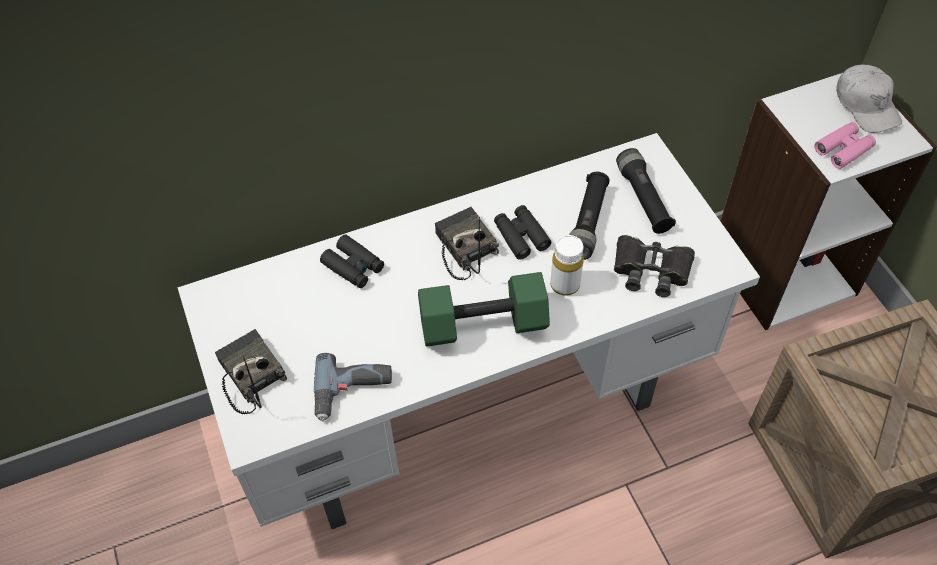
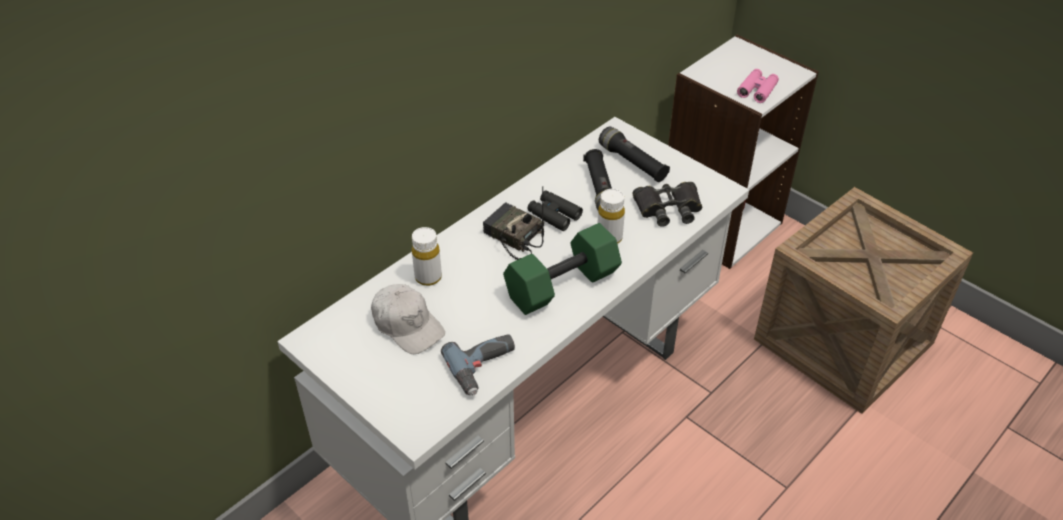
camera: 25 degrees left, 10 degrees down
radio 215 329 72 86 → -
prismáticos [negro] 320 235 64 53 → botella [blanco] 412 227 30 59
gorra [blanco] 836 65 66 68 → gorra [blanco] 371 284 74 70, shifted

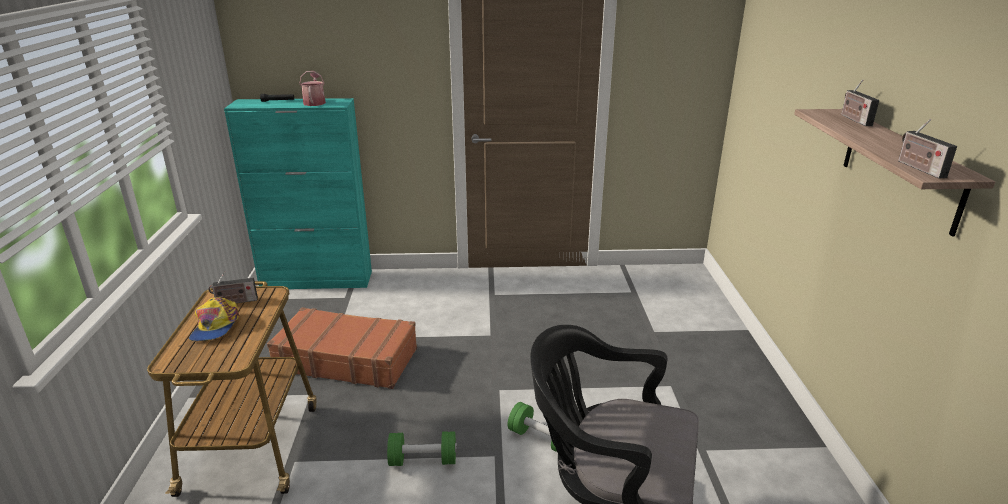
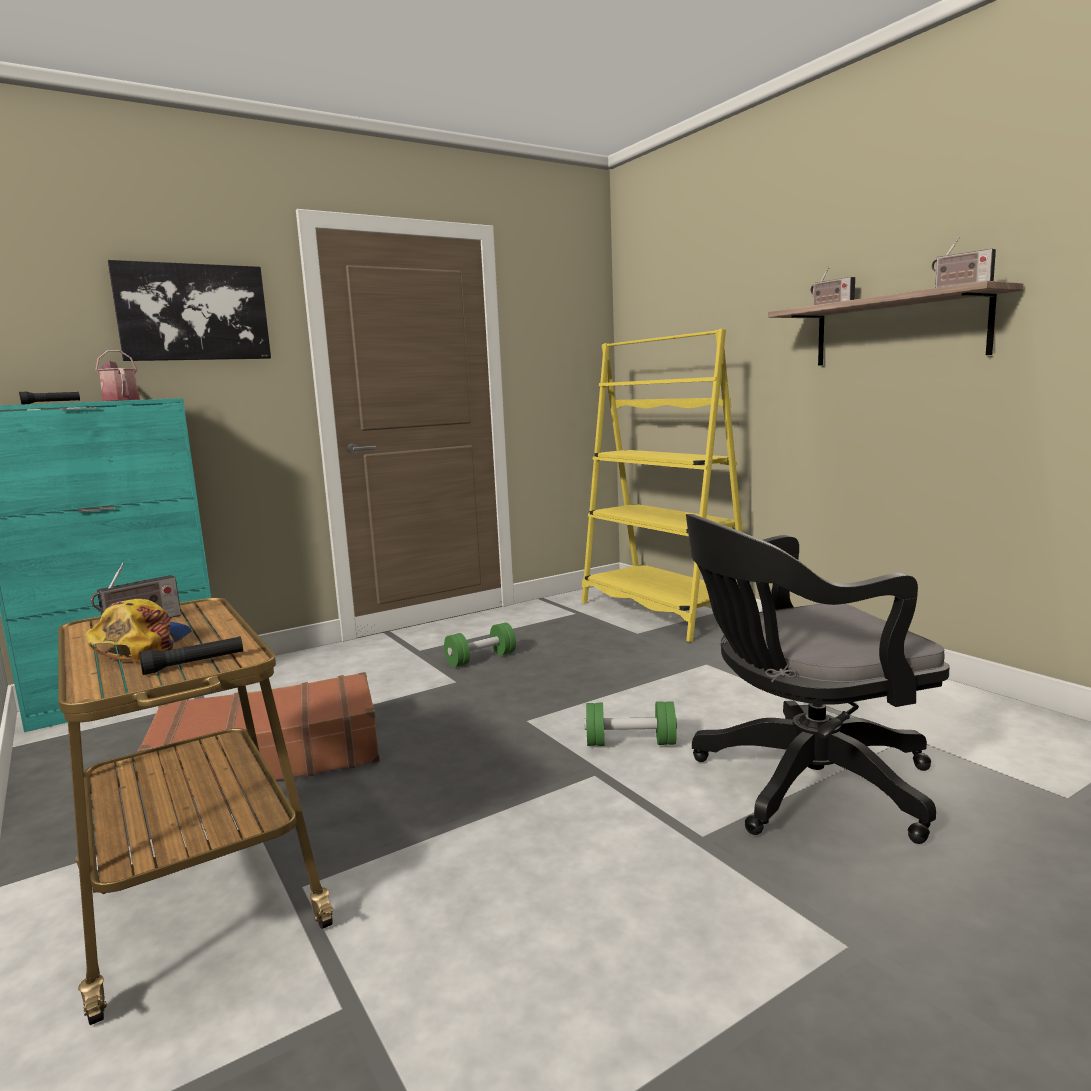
camera: 30 degrees left, 15 degrees down
gorra 189 297 50 44 → gorra 85 599 107 62, 150 degrees counterclockwise
mancuerna [verde] 387 431 70 35 → mancuerna [verde] 444 623 72 44, shifted
- → cuadro 108 260 163 101
- → linterna [negro] 139 636 104 39
- → estantería [amarillo] 582 329 161 313

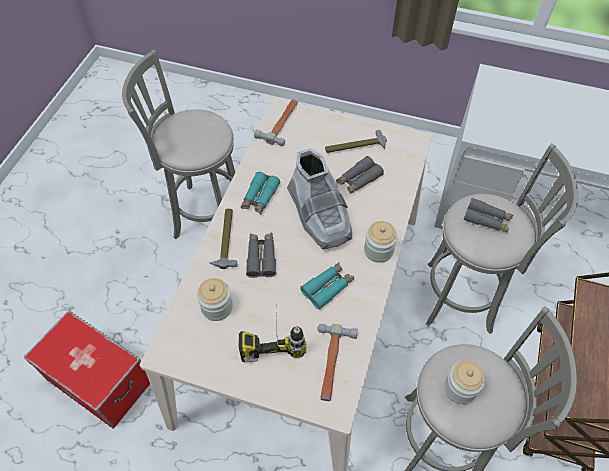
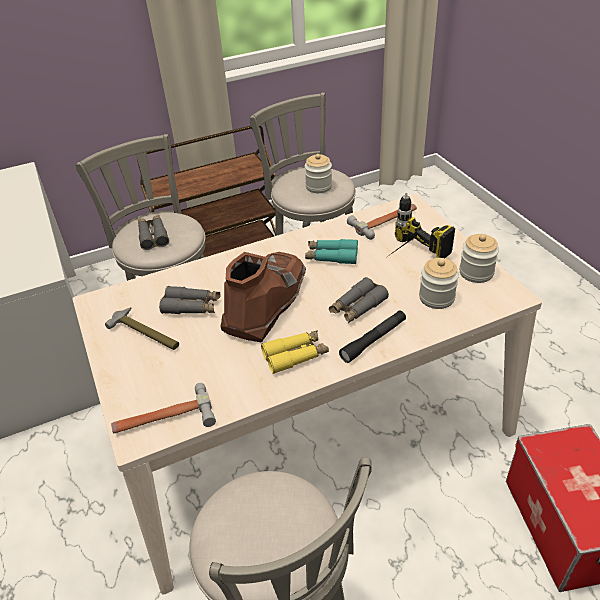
camera: 130 degrees left, 15 degrees down
martillo 210 209 27 60 → linterna [negro] 339 310 67 53
prismáticos [turquesa] 241 172 39 43 → prismáticos [amarillo] 261 330 68 44
bota [gris] 287 148 65 102 → bota [marrón] 221 252 85 91
tarro 364 221 33 42 → tarro 459 234 40 49, shifted

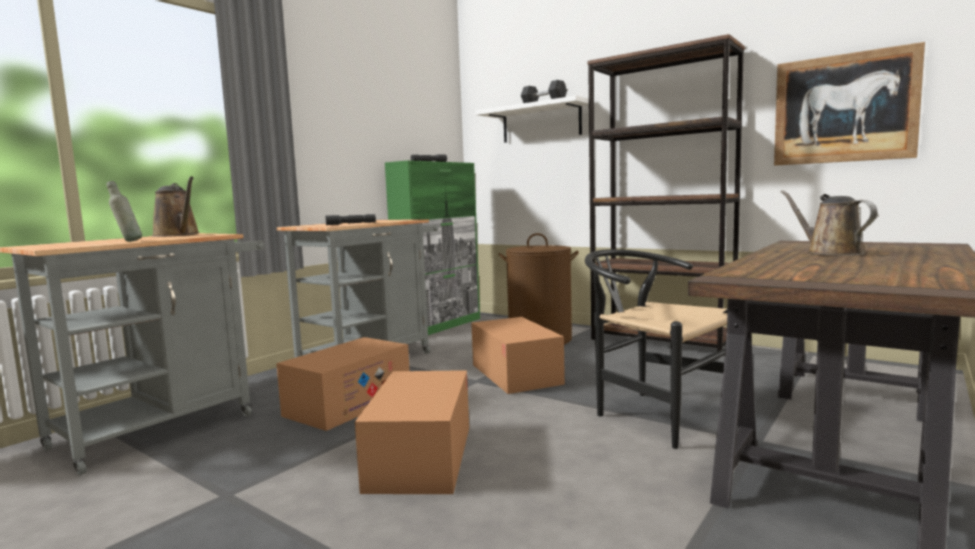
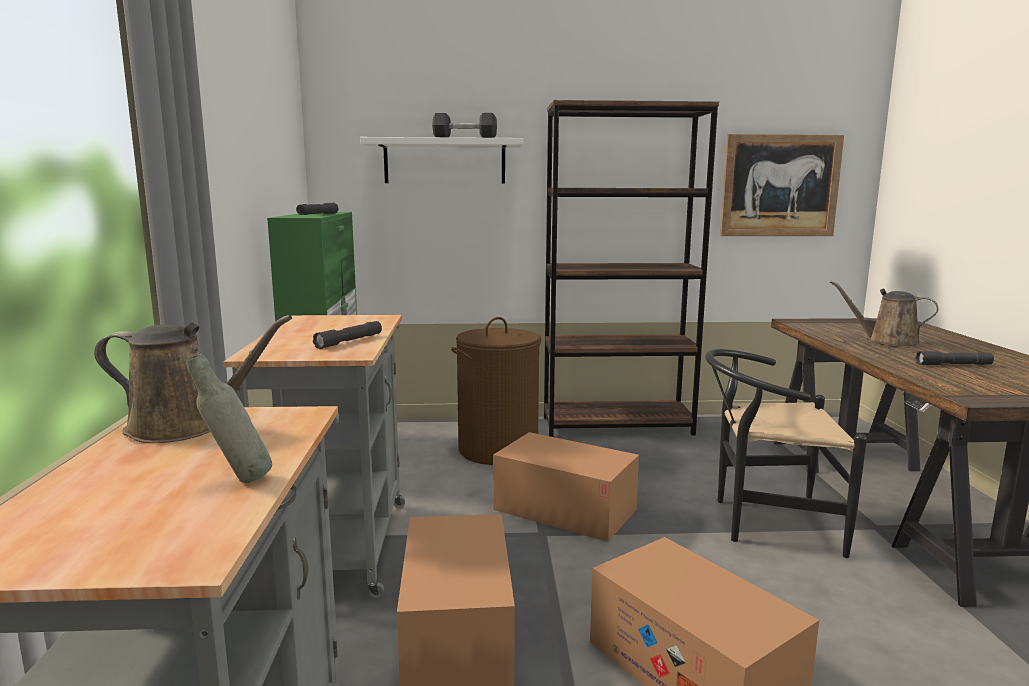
camera: 40 degrees left, 5 degrees up
- → linterna [gris] 915 351 79 14

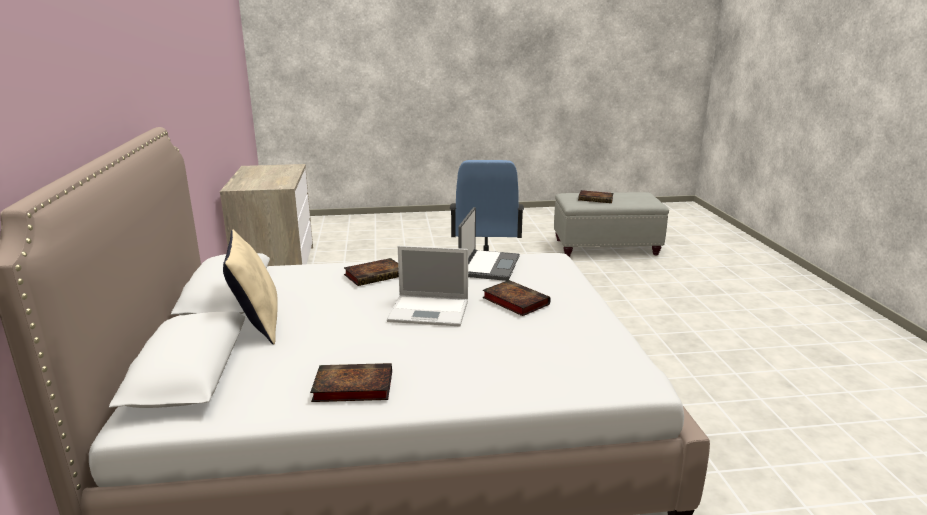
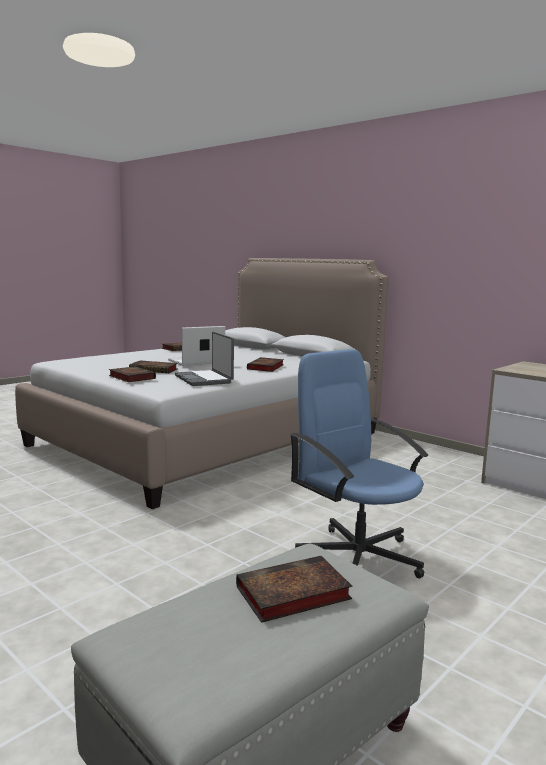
camera: 140 degrees right, 10 degrees down
cojín [beis] 223 230 55 115 → -
- → libro 109 366 47 16

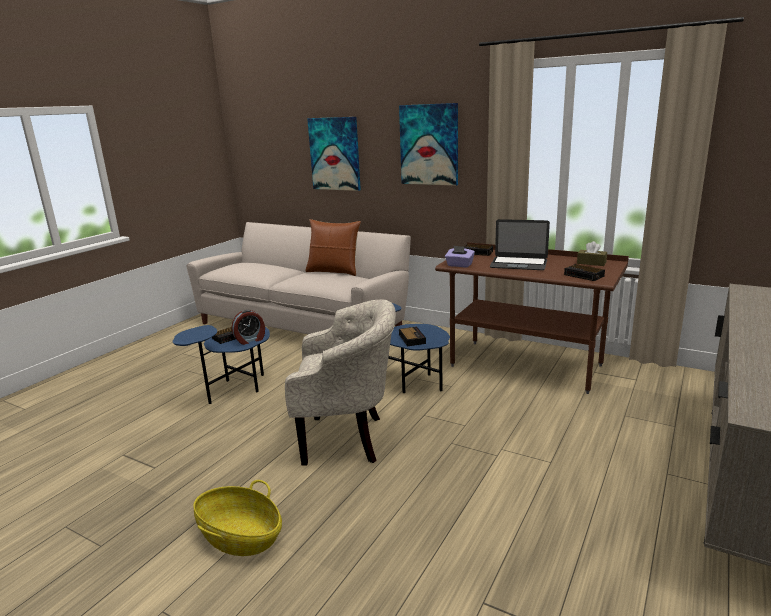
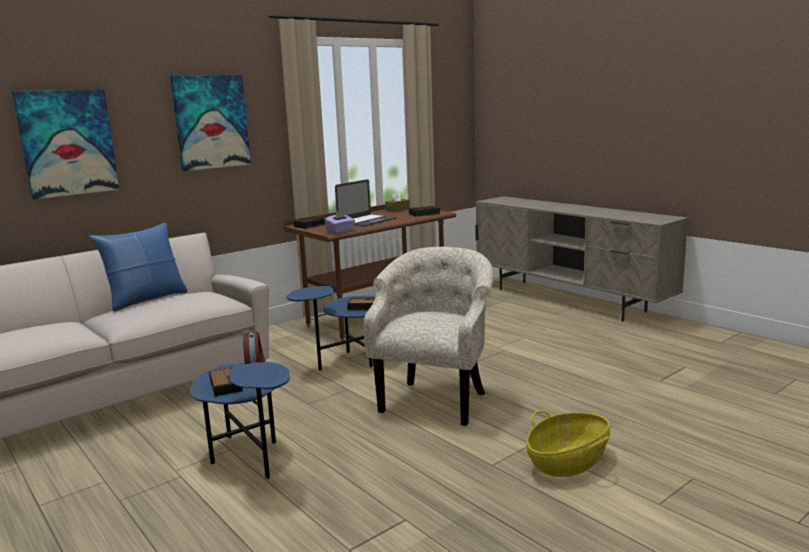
camera: 70 degrees left, 5 degrees down
cojín [marrón] 305 219 56 57 → cojín [azul] 89 222 99 90

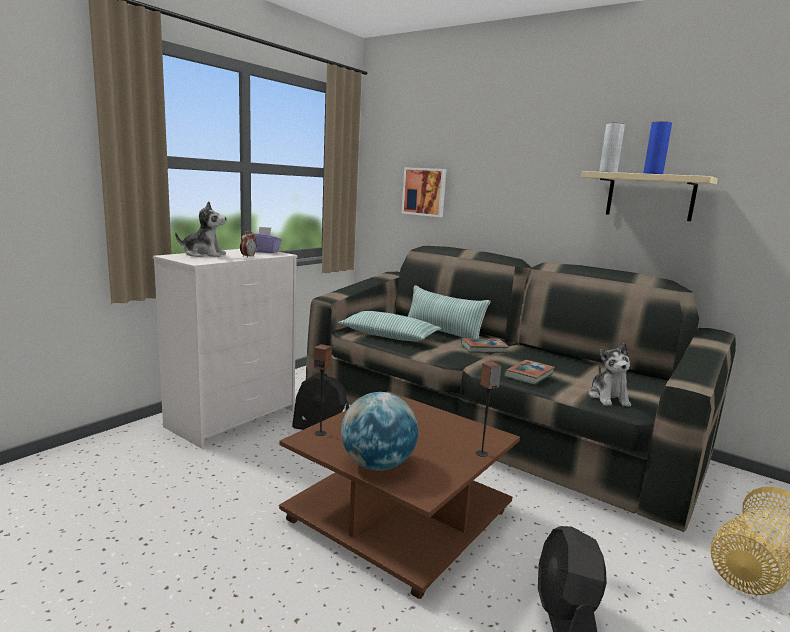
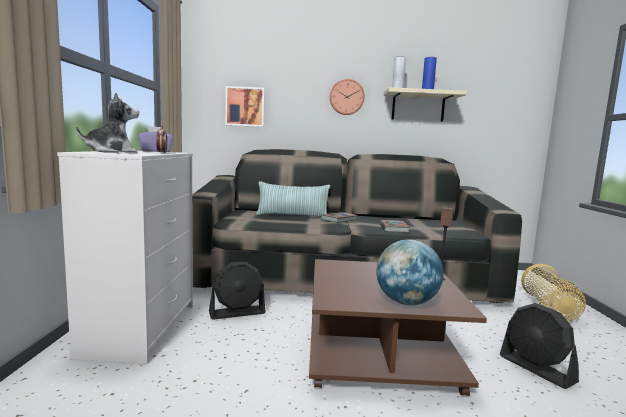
camera: 35 degrees left, 5 degrees down
altavoz 314 344 18 92 → -
cojín 338 311 103 30 → -
peluche 589 343 42 64 → -
- → reloj de pared 330 79 35 36

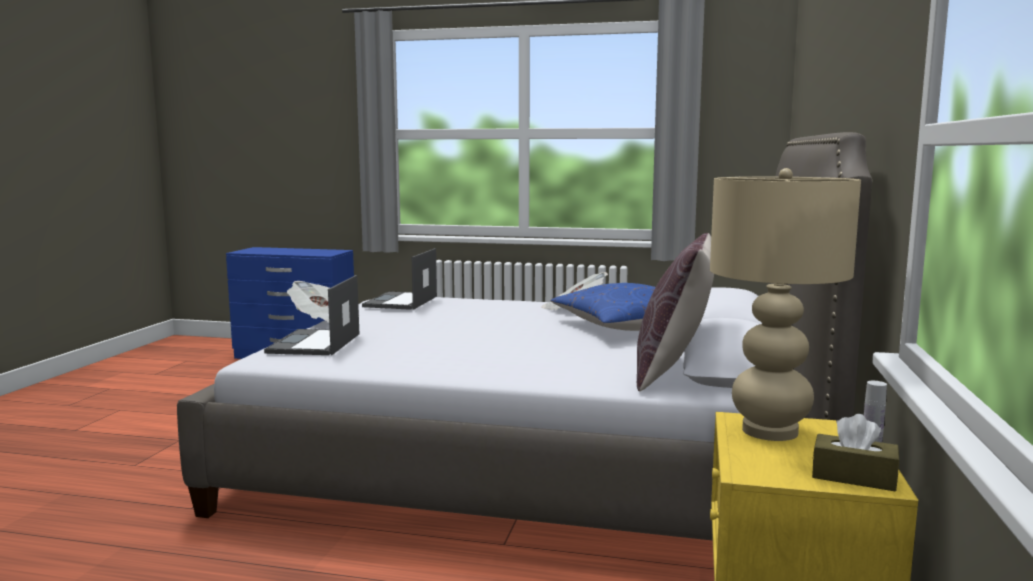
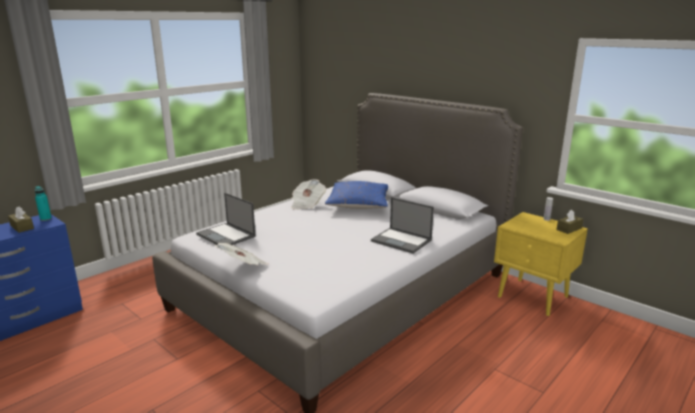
camera: 60 degrees left, 10 degrees up
portátil 264 275 95 80 → portátil 371 197 63 57, shifted
cojín [marrón] 637 233 77 158 → -
lámpara de mesa [beis] 710 168 151 273 → -
- → caja de pañuelos [marrón] 8 206 26 27
- → botella [turquesa] 35 186 17 35

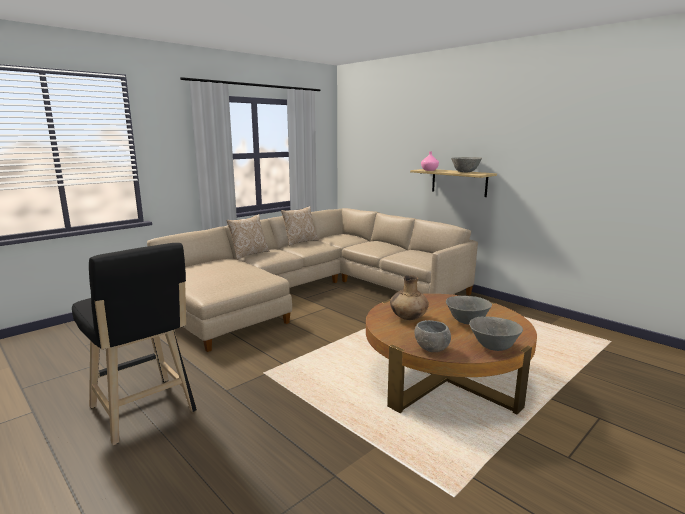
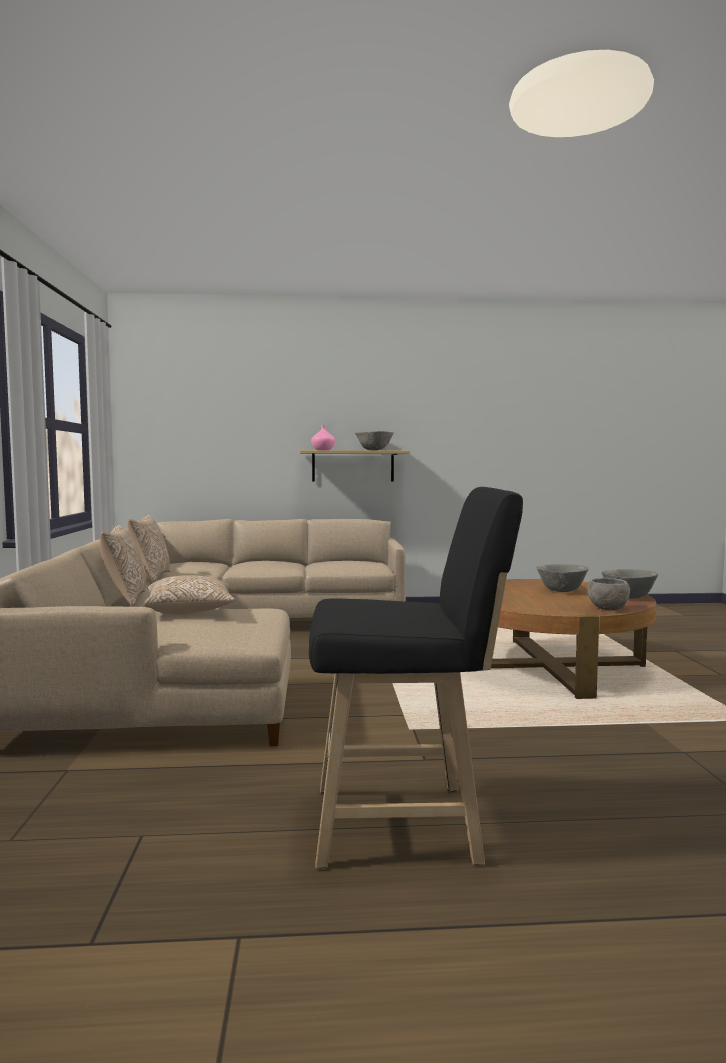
camera: 50 degrees left, 10 degrees down
florero [marrón] 390 275 39 45 → -
- → cojín 144 575 92 39

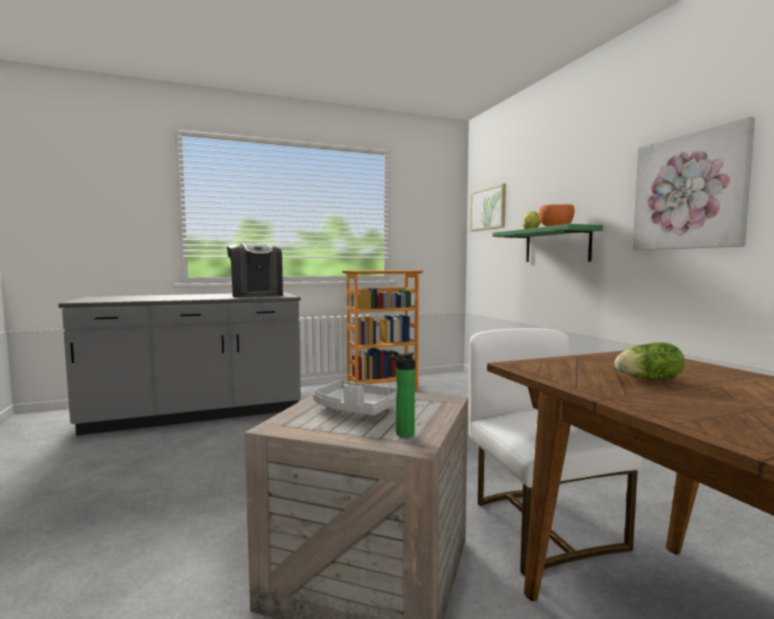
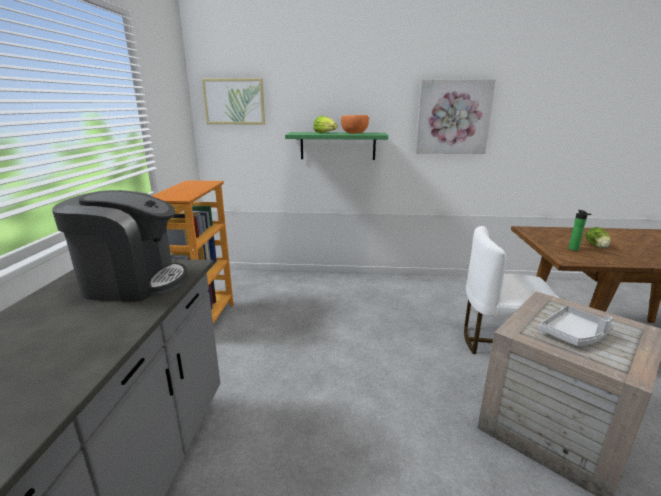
camera: 65 degrees left, 15 degrees up
botella 389 352 26 85 → botella 569 210 22 41, shifted

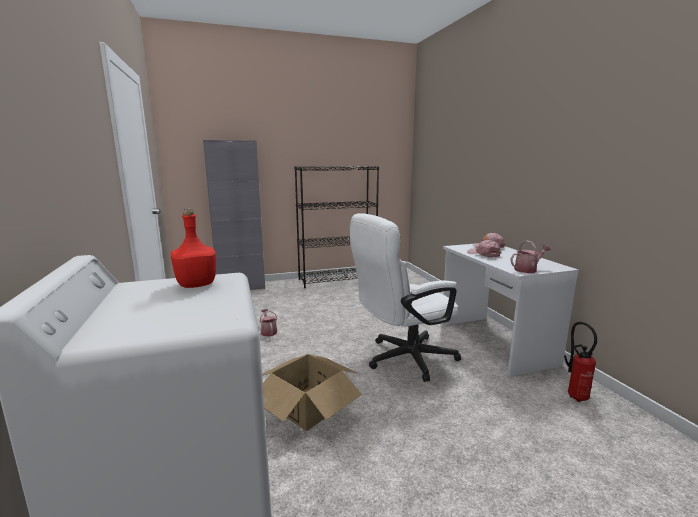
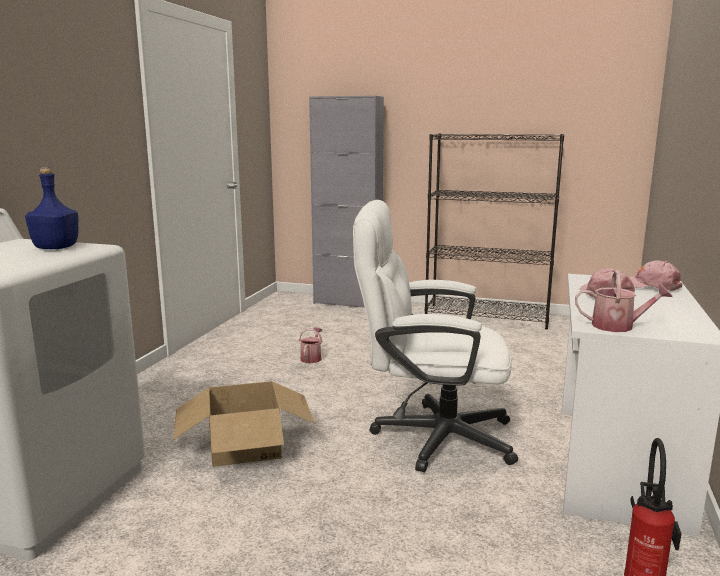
camera: 35 degrees right, 0 degrees up
botella [rojo] 170 208 46 80 → botella [azul] 25 167 53 82

